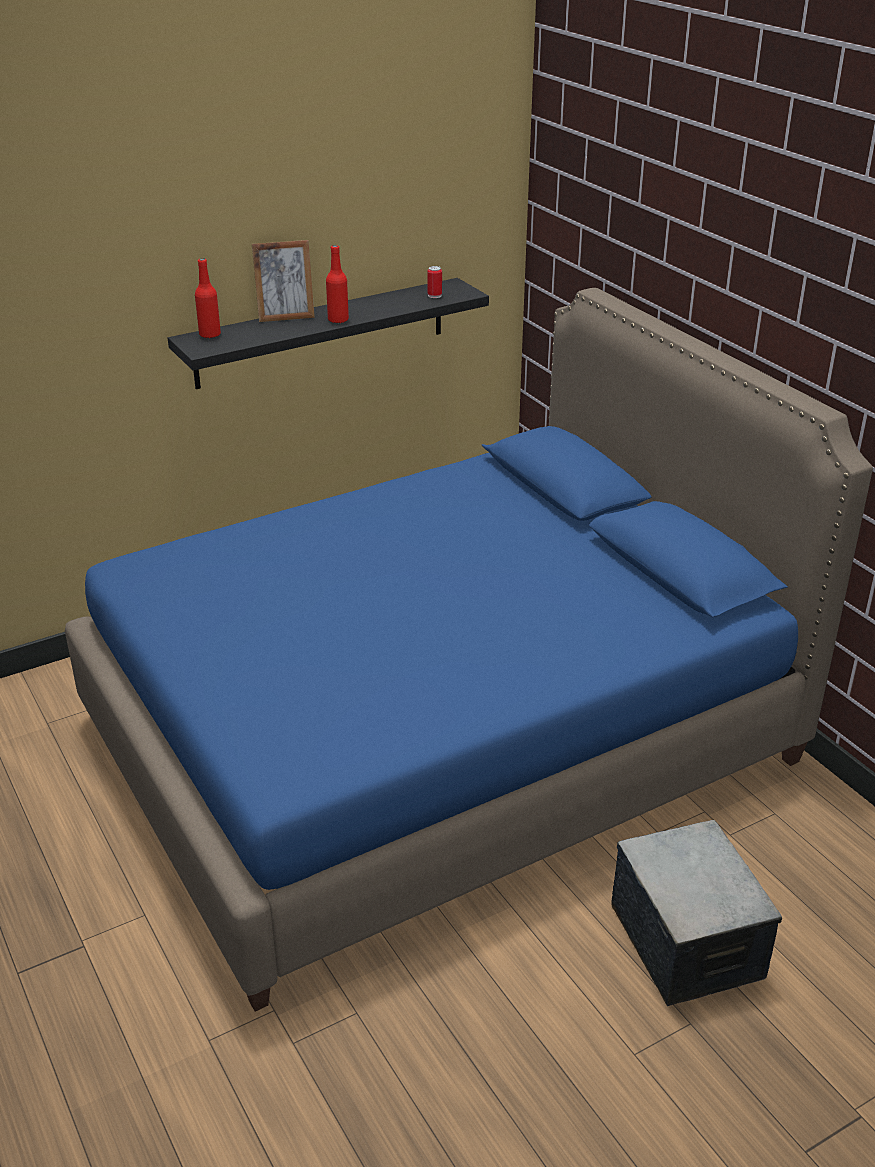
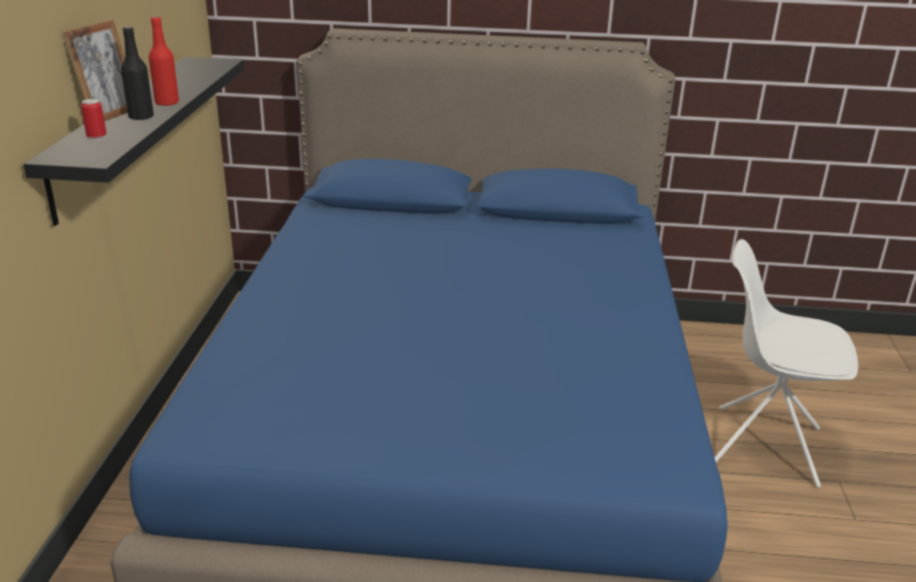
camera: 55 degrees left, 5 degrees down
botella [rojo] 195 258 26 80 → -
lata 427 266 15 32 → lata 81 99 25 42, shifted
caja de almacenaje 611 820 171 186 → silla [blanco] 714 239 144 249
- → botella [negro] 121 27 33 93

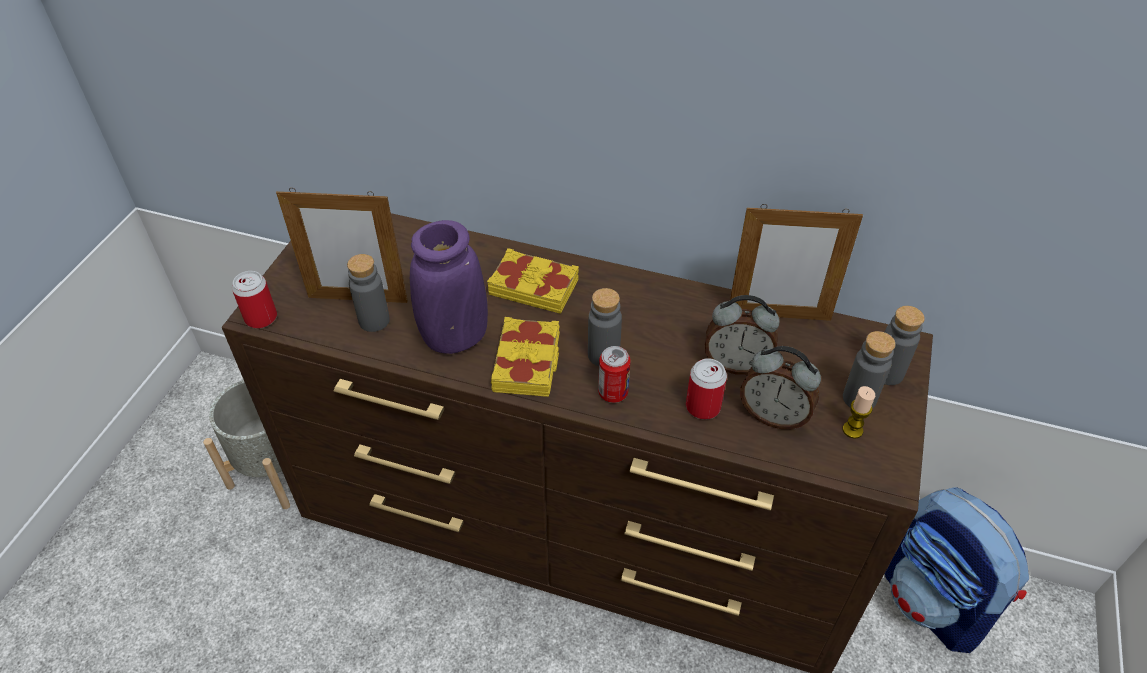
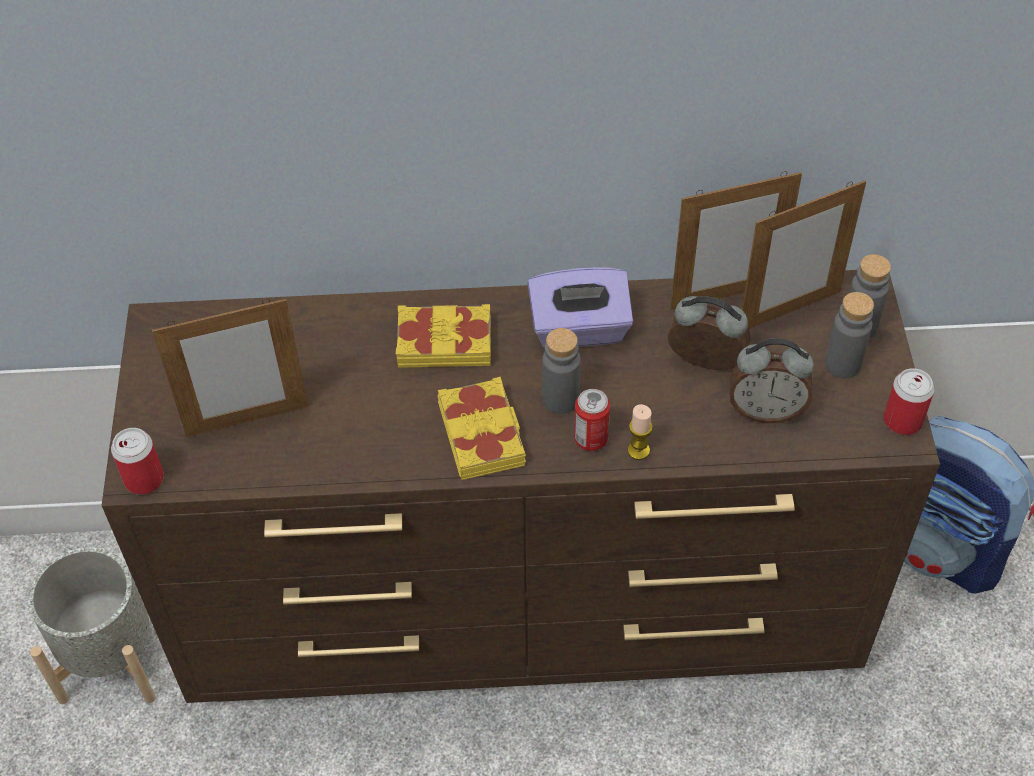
camera: 20 degrees left, 5 degrees up
botella [gris] 347 254 43 78 → -
florero [morado] 410 220 78 134 → -
lata 686 358 41 62 → lata 884 368 50 67, shifted
despertador 705 295 75 80 → despertador 668 296 83 74, 150 degrees counterclockwise
vela 843 386 32 53 → vela 627 404 26 56, shifted
- → caja de pañuelos [morado] 528 268 105 80
- → portarretratos 742 180 124 149

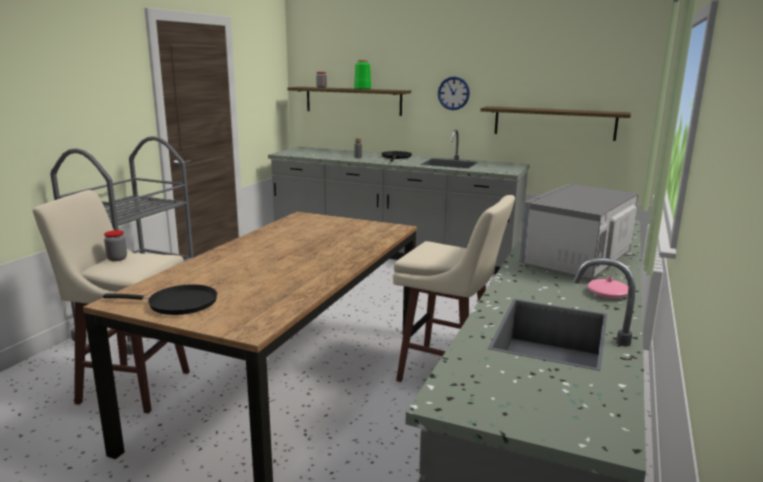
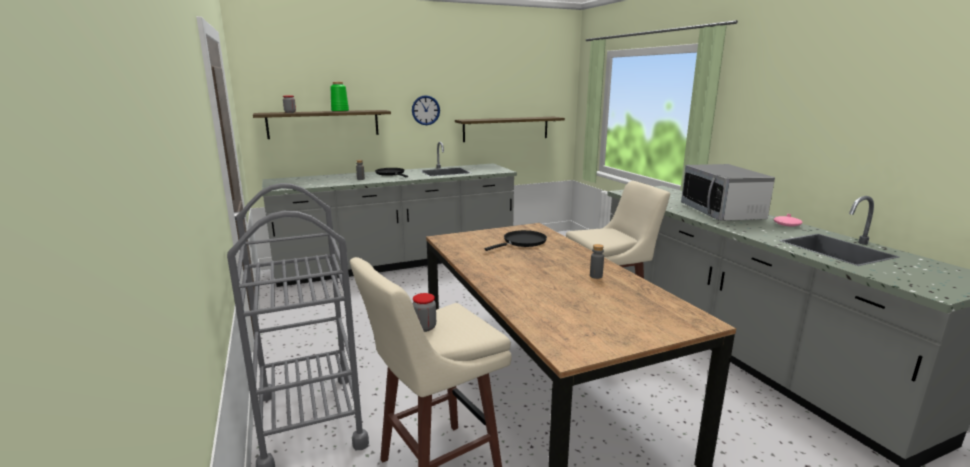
camera: 45 degrees left, 0 degrees up
sartén [negro] 103 284 114 31 → sartén [negro] 485 230 62 21, shifted
- → botella [gris] 590 244 14 35

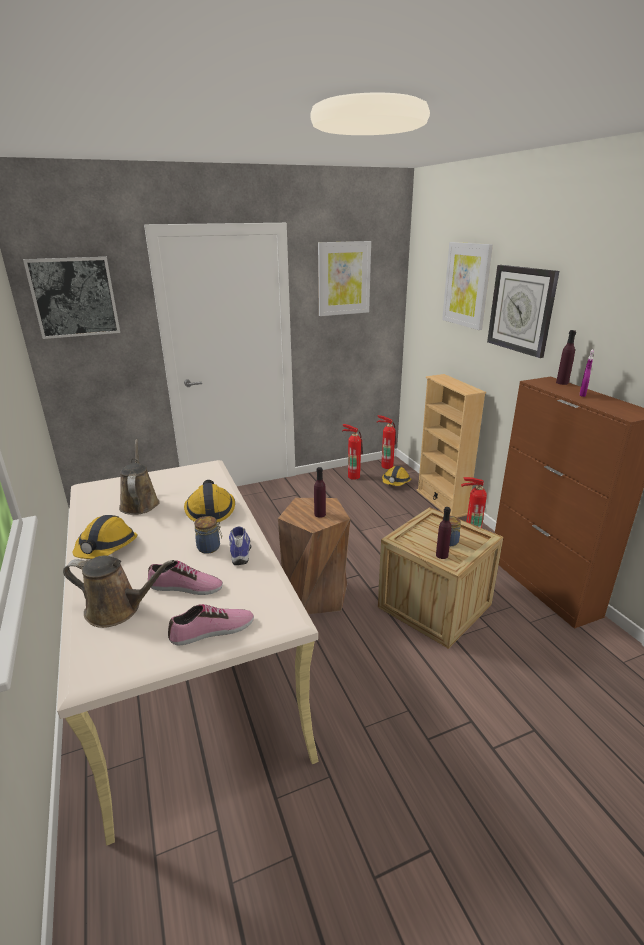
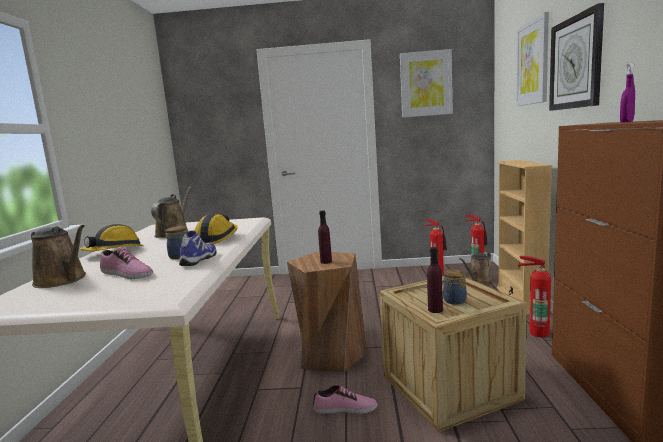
camera: 25 degrees right, 15 degrees down
cuadro 23 257 97 82 → -
zapato 168 604 86 42 → zapato 313 385 64 29, shifted
casco 382 466 29 20 → regadera [marrón] 459 252 34 32
botella [morado] 556 330 20 55 → -

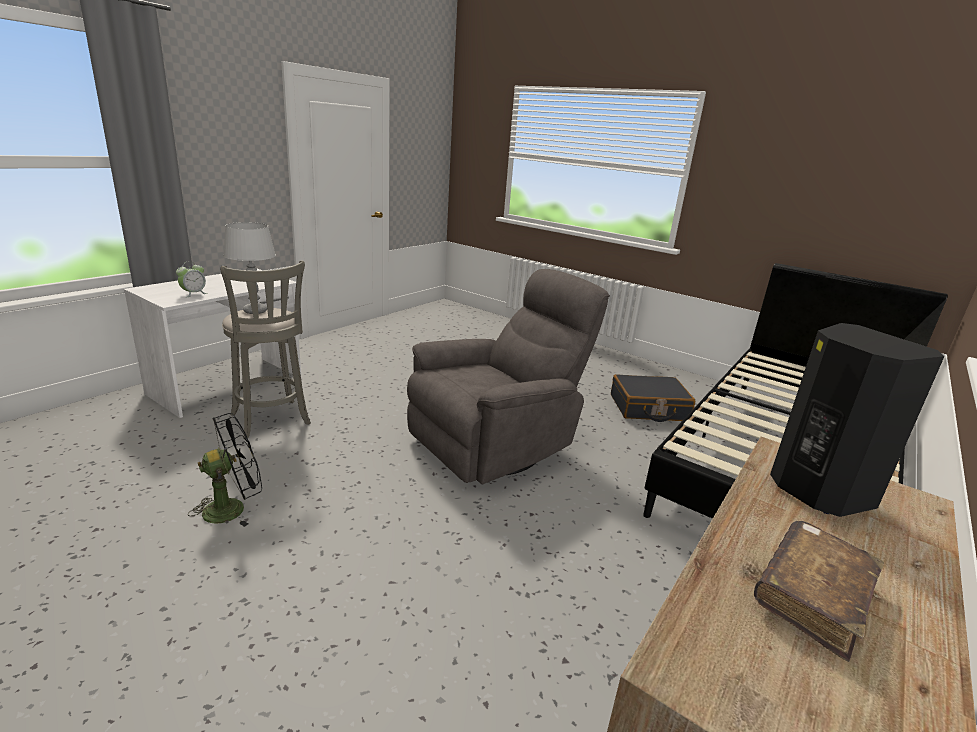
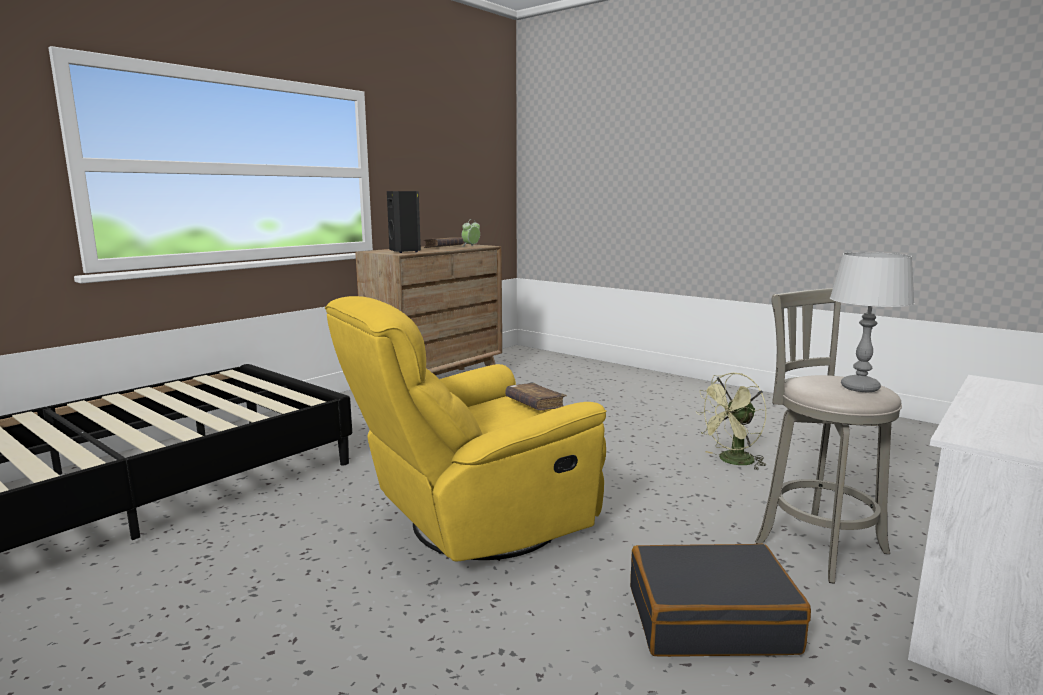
camera: 175 degrees left, 10 degrees down
despertador 176 261 32 36 → despertador 462 219 18 27, shifted
ventilador [negro] 188 413 74 114 → ventilador [verde] 695 373 72 97
sillón [gris] 407 269 203 215 → sillón [amarillo] 325 296 282 266
maleta [negro] 611 374 84 48 → maleta [negro] 630 544 181 113, shifted
- → libro [marrón] 505 383 62 27

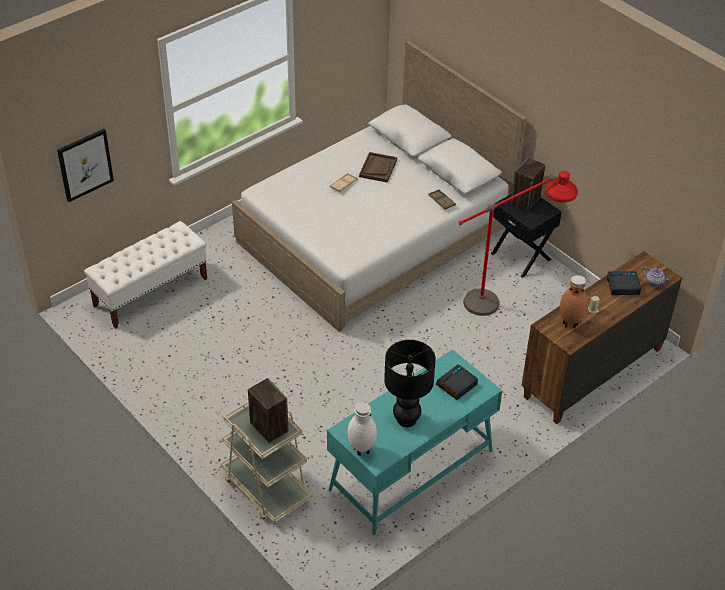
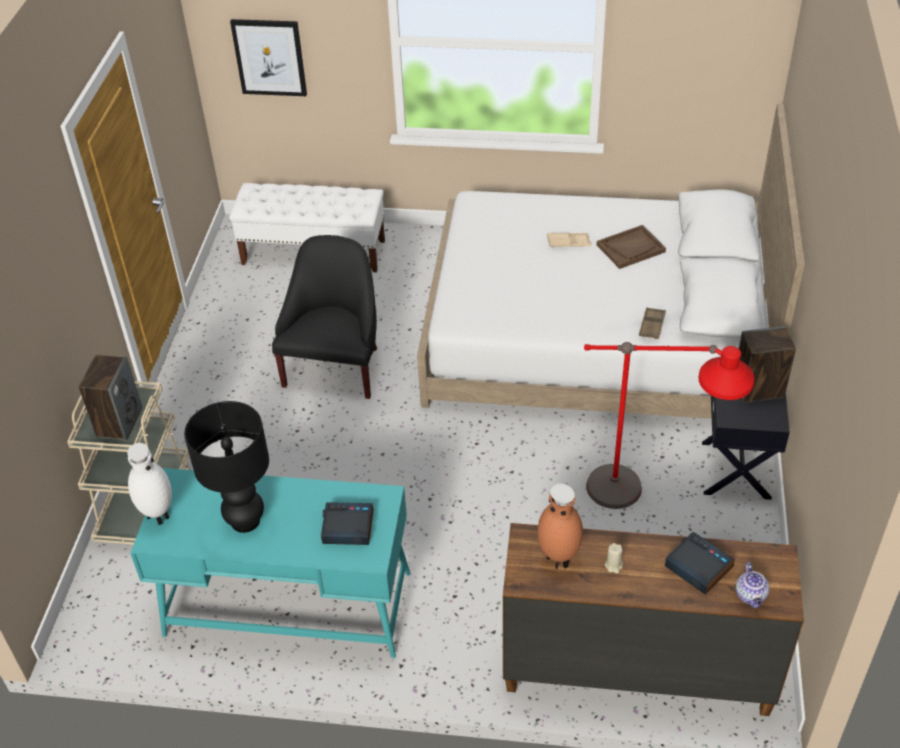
camera: 50 degrees right, 0 degrees up
- → sillón [negro] 272 235 105 164

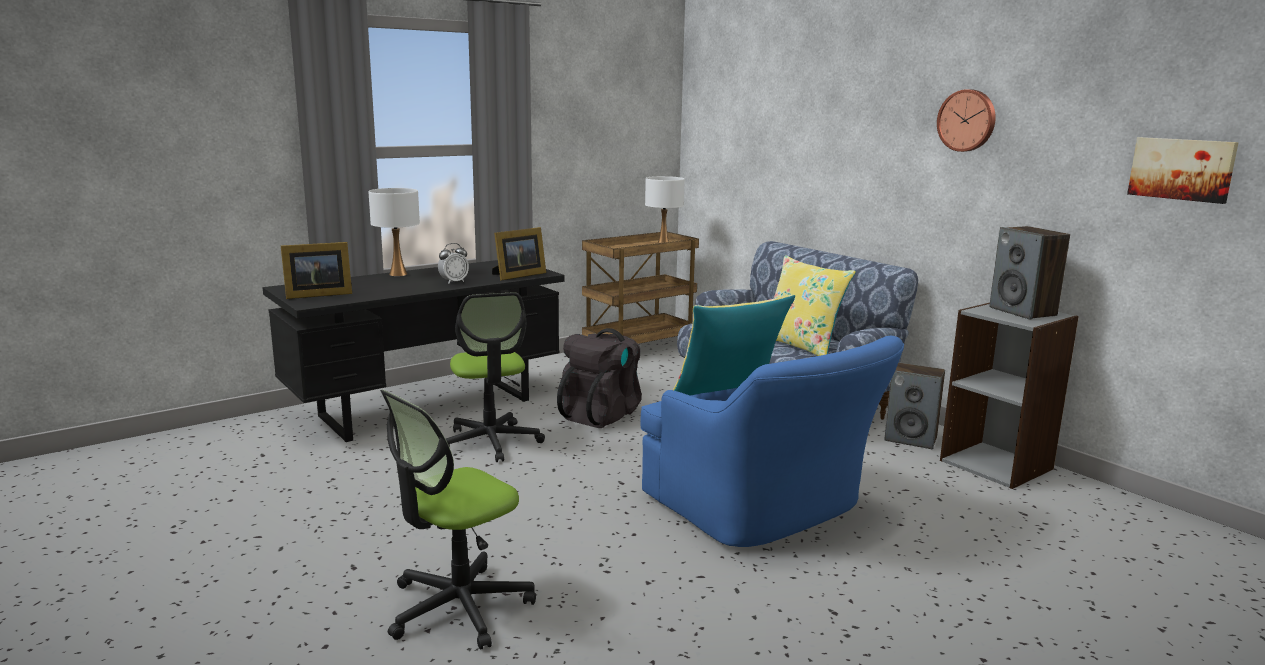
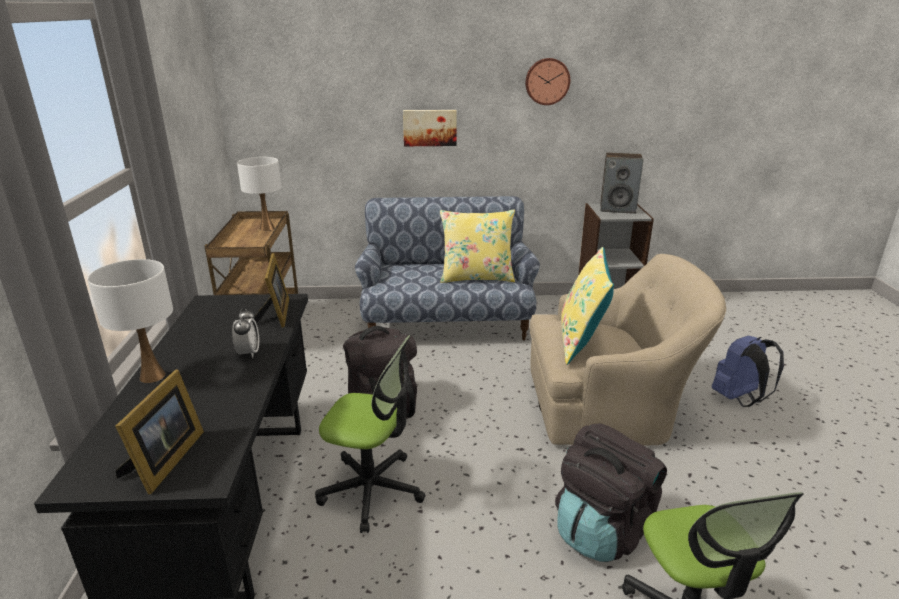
camera: 55 degrees left, 10 degrees up
sillón [azul] 641 336 263 211 → sillón [beis] 530 254 196 191
altavoz 884 363 61 86 → -
cuadro 1127 137 112 67 → cuadro 403 110 54 36, shifted
- → mochila [negro] 555 423 112 139
- → mochila [azul] 712 336 72 71

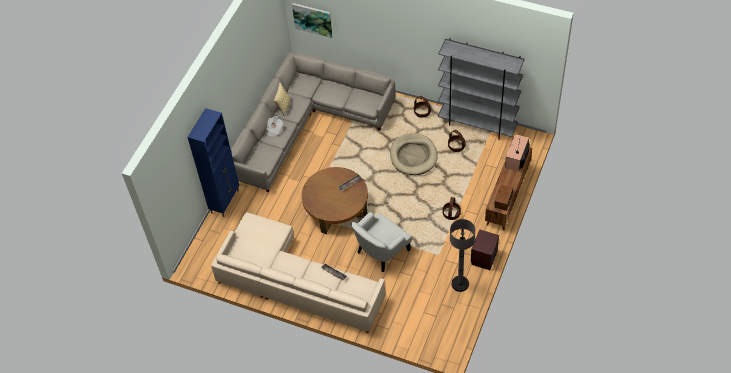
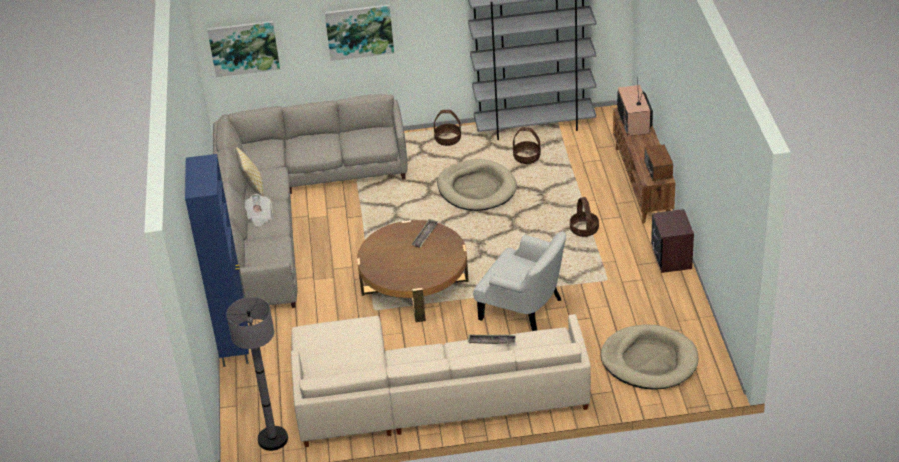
camera: 30 degrees left, 15 degrees down
sillón [blanco] 351 212 61 60 → sillón [blanco] 473 231 93 100, 75 degrees counterclockwise
lámpara de pie [gris] 450 219 25 73 → lámpara de pie [gris] 227 297 61 154, shifted
- → cuadro 325 5 69 56
- → cama para perro [beis] 601 324 97 66

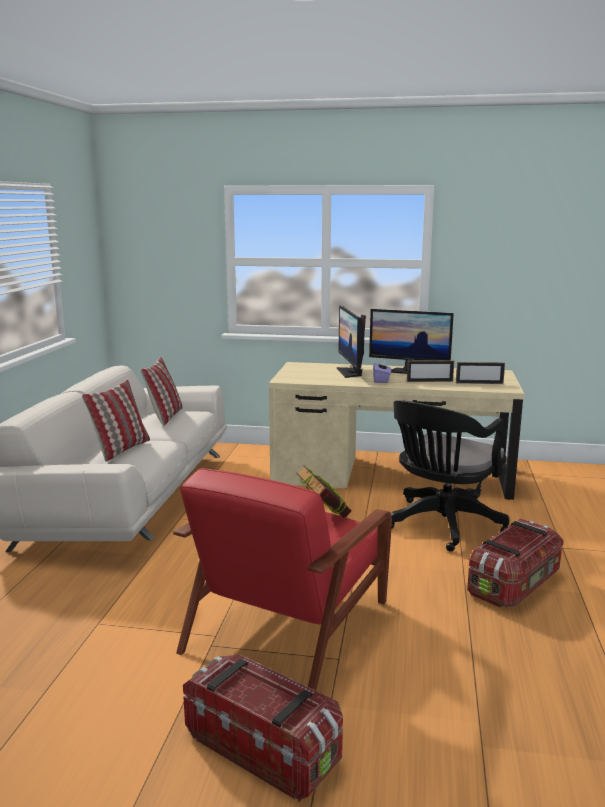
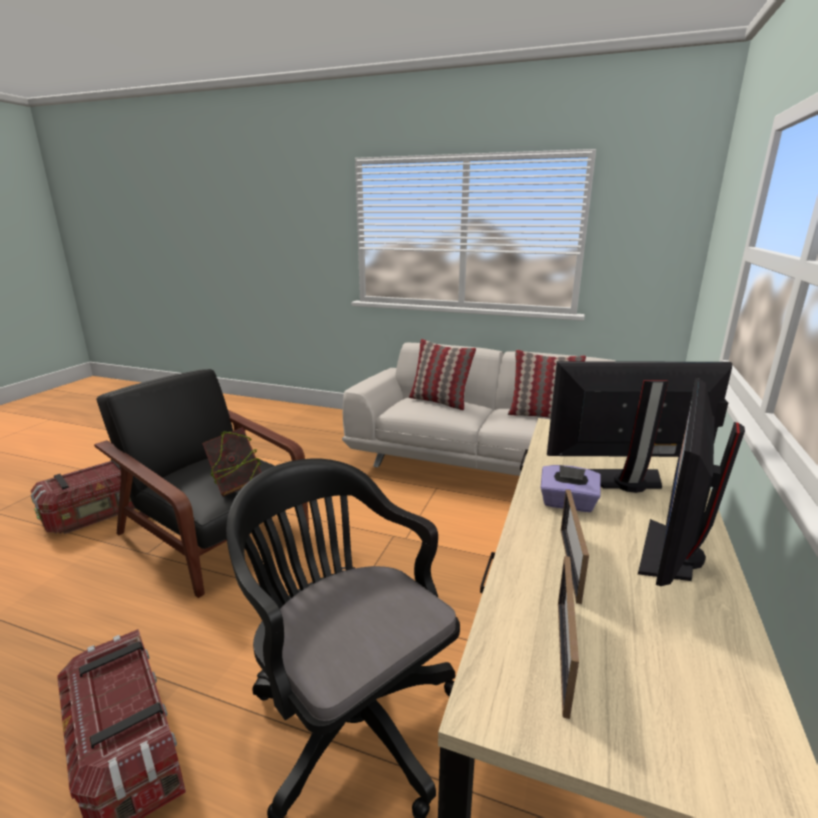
camera: 100 degrees right, 5 degrees up
sillón [rojo] 173 468 219 222 → sillón [negro] 94 369 215 229

